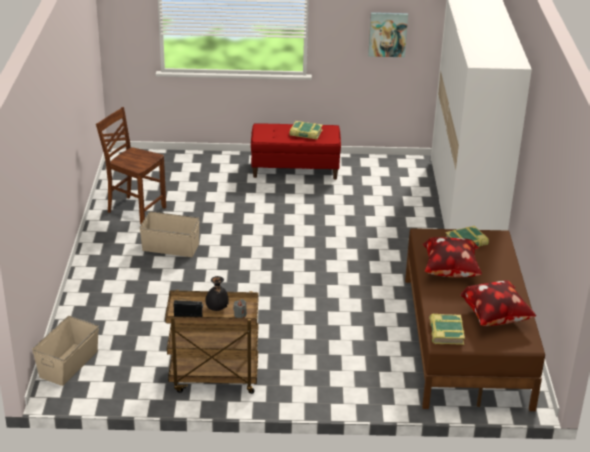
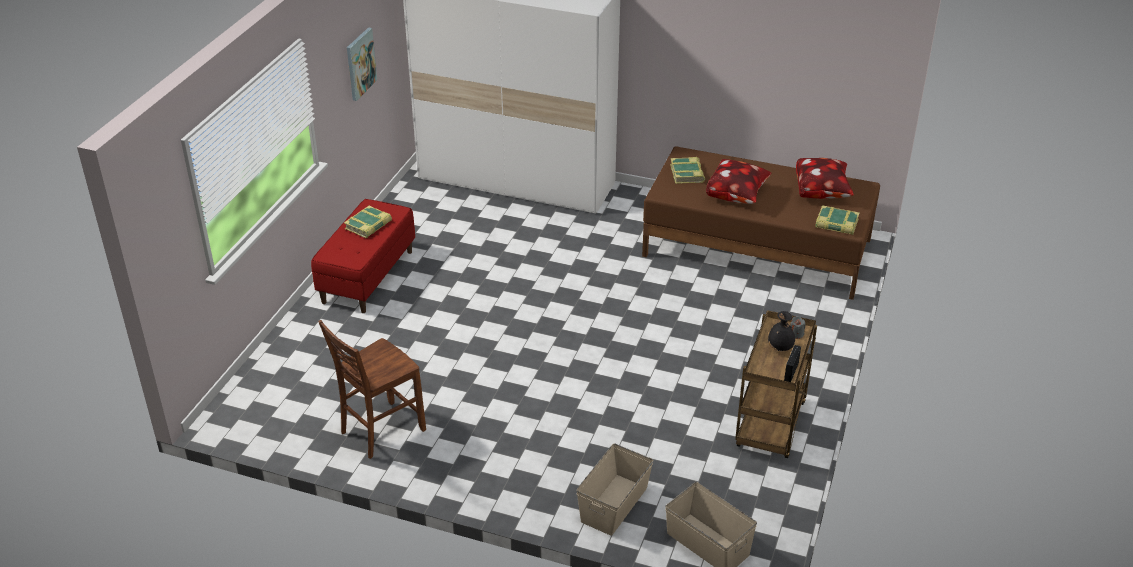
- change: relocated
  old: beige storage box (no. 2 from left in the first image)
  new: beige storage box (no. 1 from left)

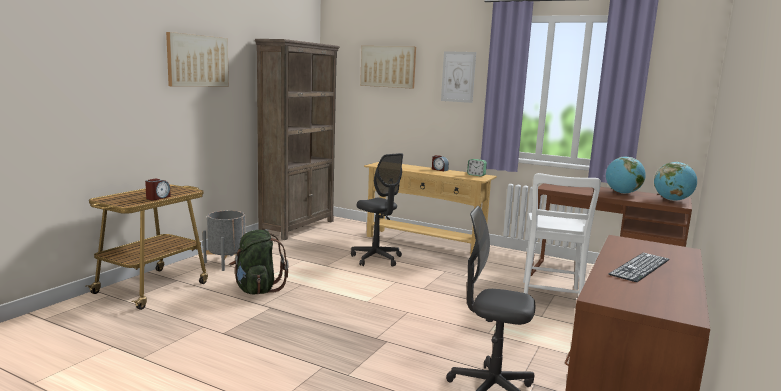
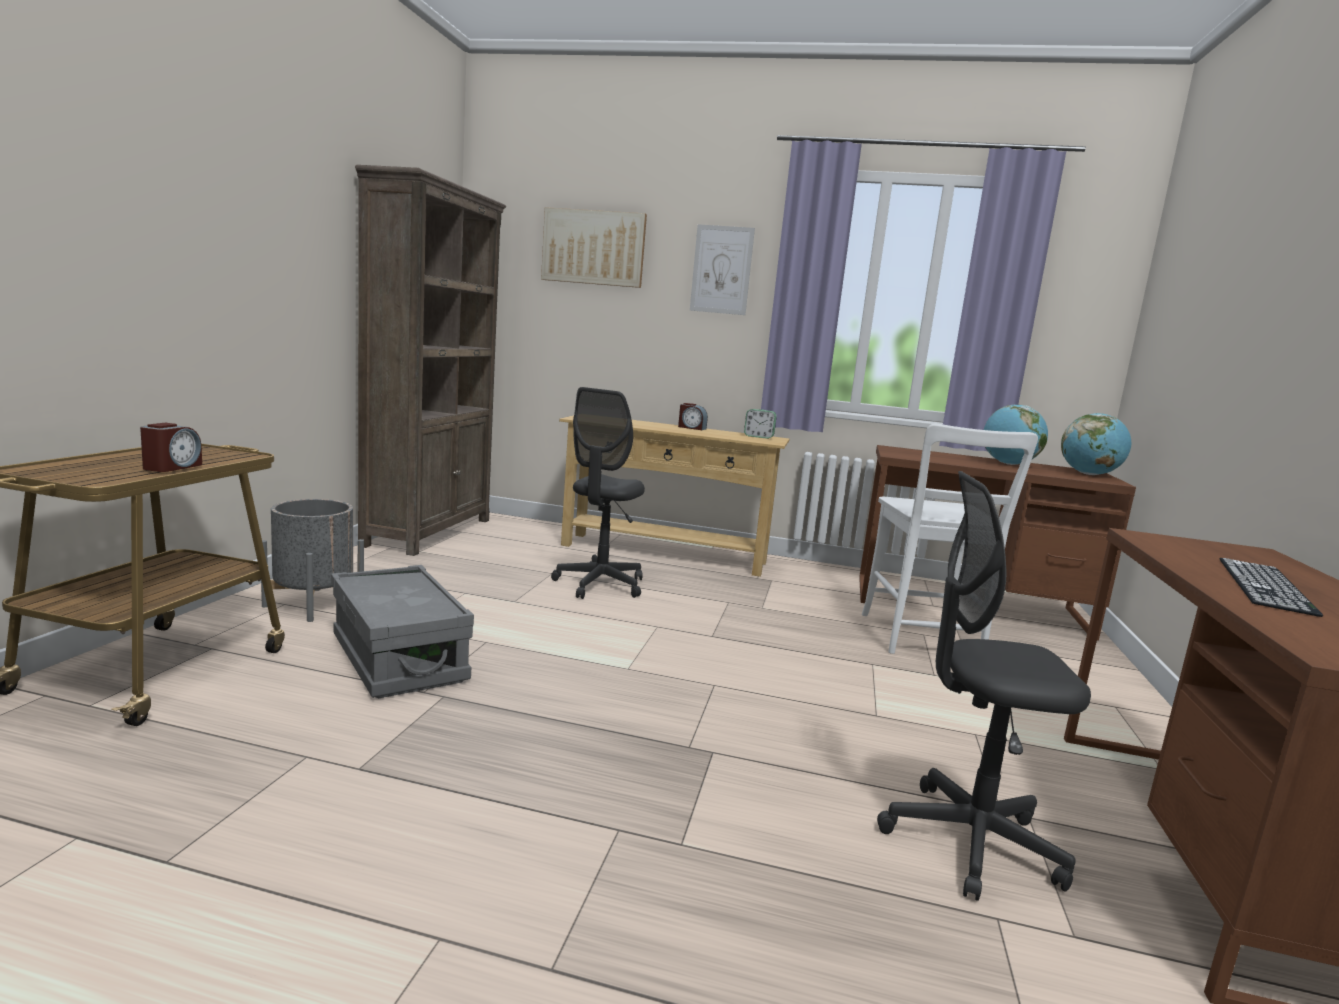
- change: exchanged
  old: green backpack
  new: grey storage box
- change: spun
  old: grey office chair (no. 1 from left)
  degrees: 75
- change: missing
  old: picture (no. 1 from left)

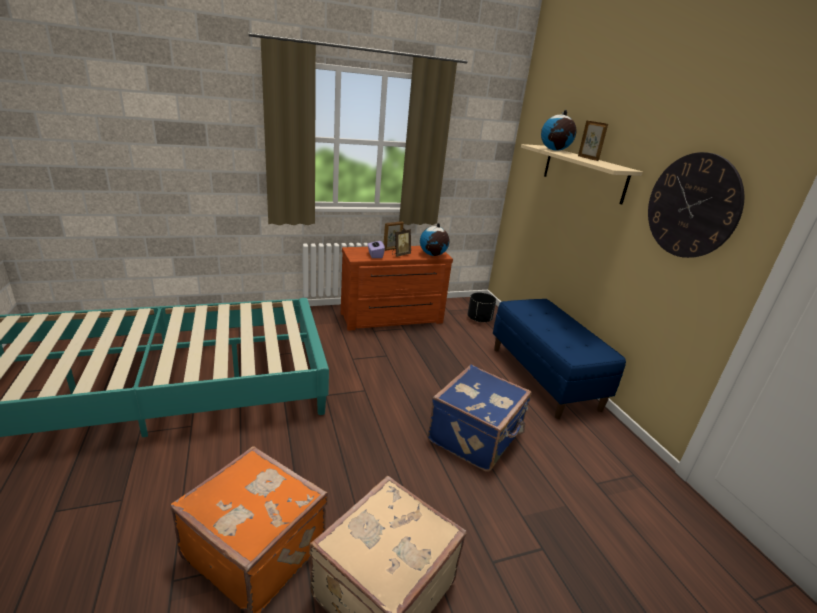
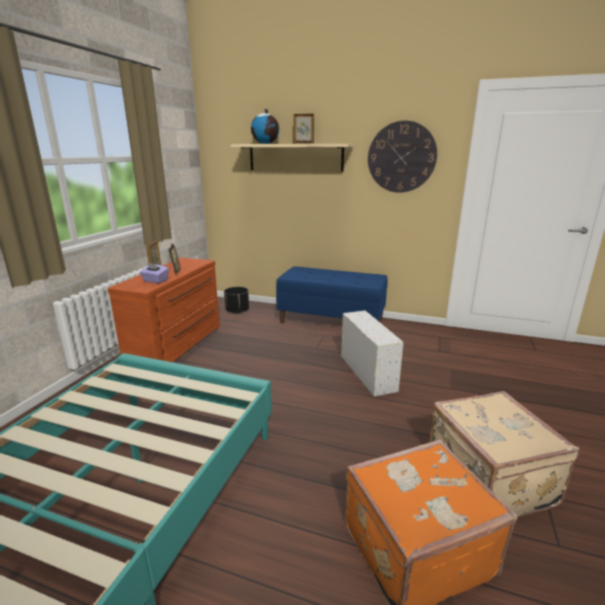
- change: exchanged
  old: blue suitcase
  new: white storage box
- change: missing
  old: globe (no. 1 from left)

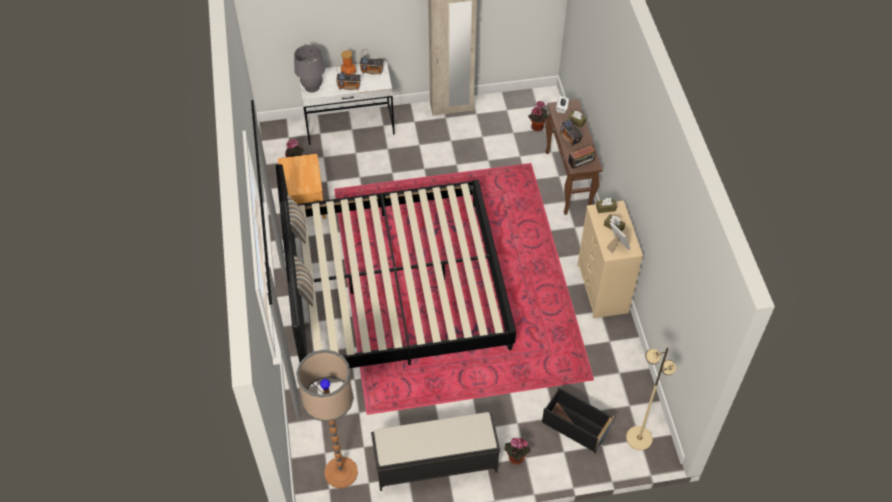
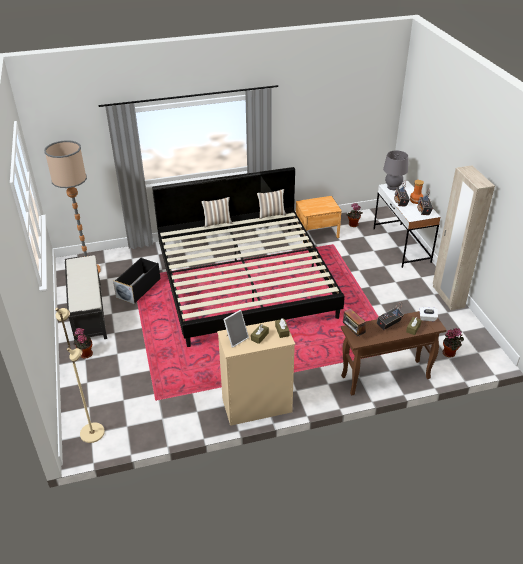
- change: relocated
  old: black storage box

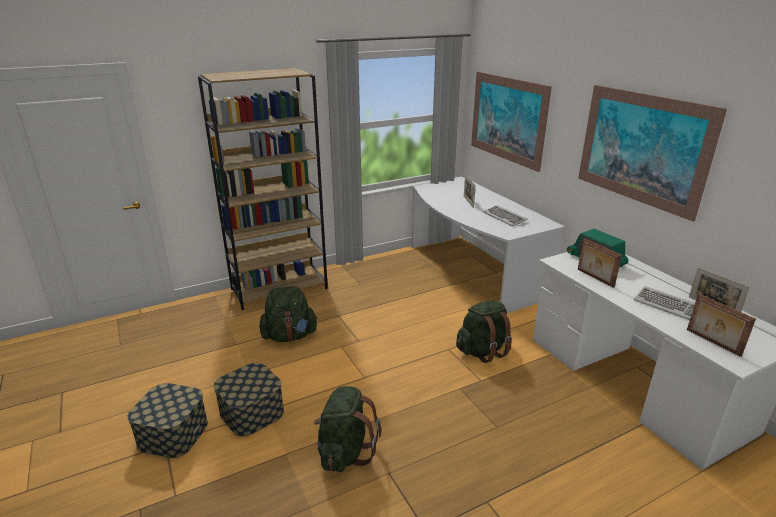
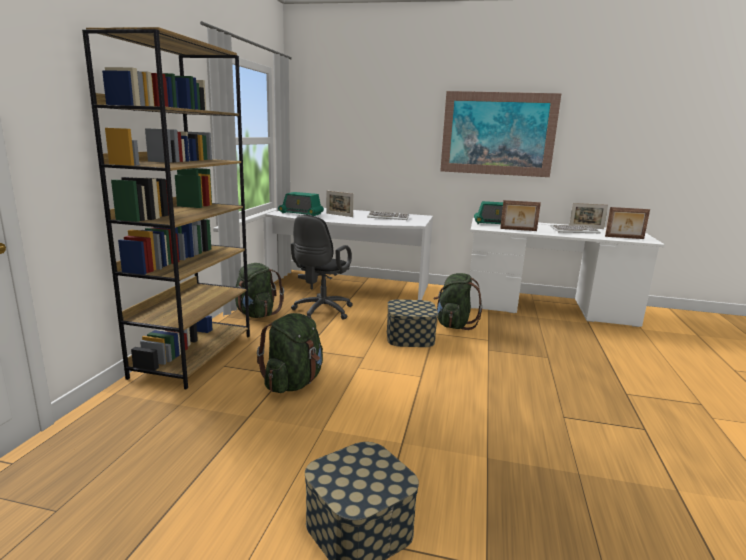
- change: relocated
  old: green backpack (no. 2 from left in the first image)
  new: green backpack (no. 1 from left)
- change: appeared
  new: radio (no. 1 from left)
- change: appeared
  new: black office chair
- change: relocated
  old: storage box (no. 2 from left)
- change: missing
  old: picture (no. 1 from left)

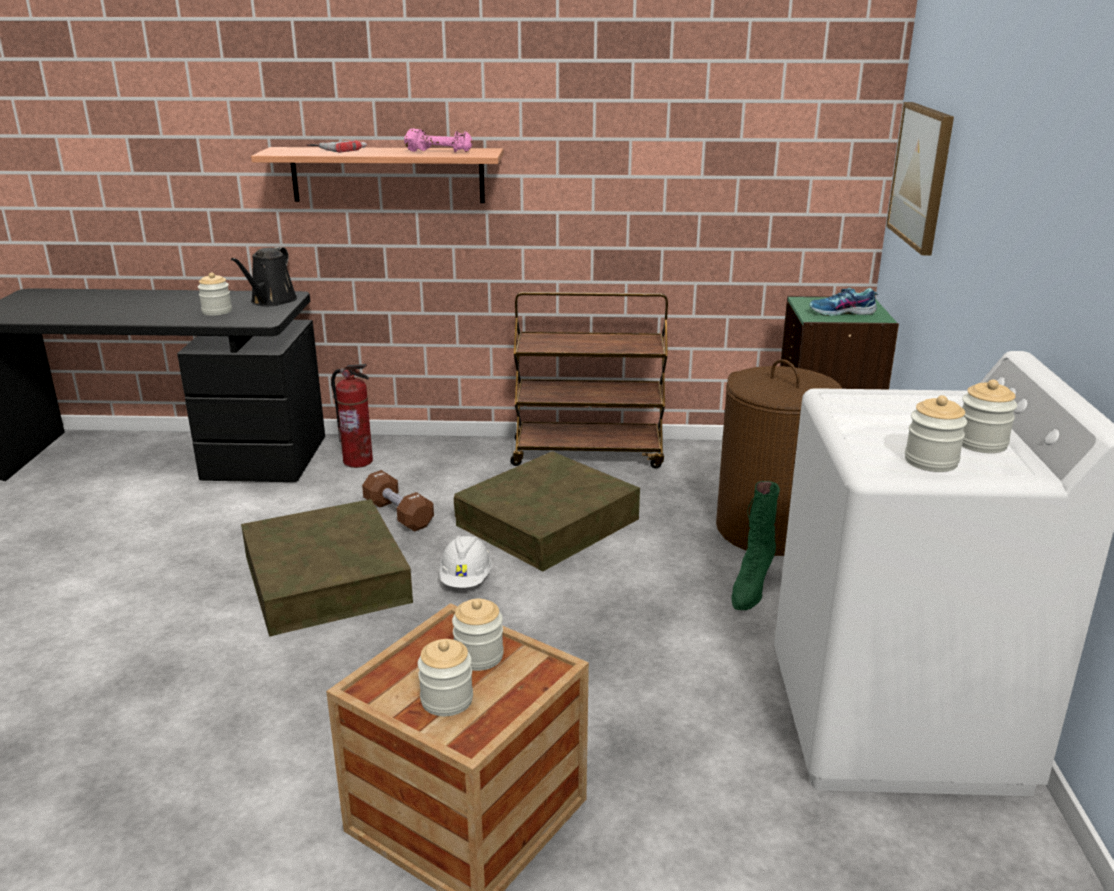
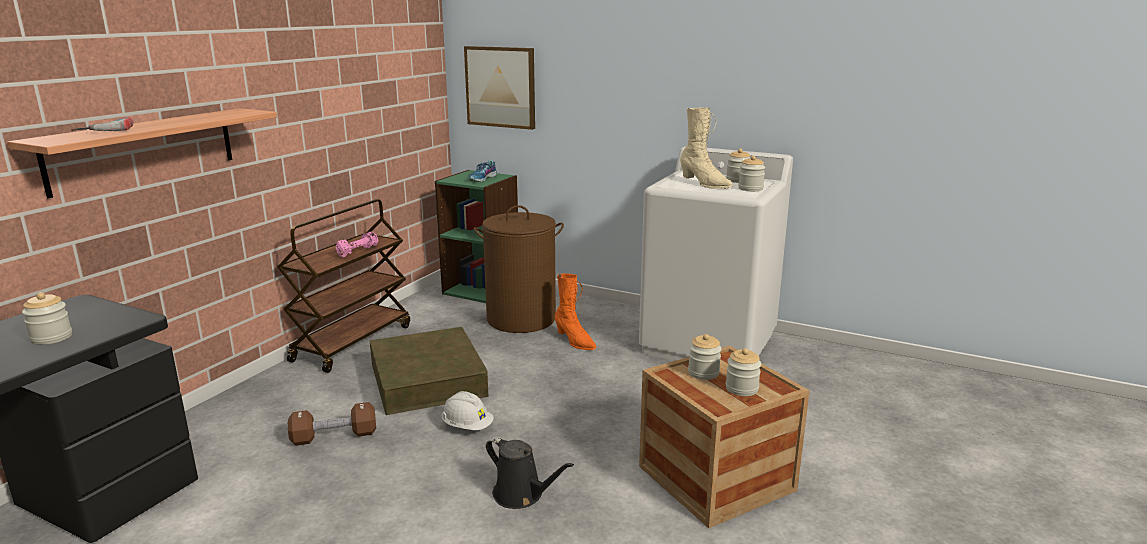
- change: relocated
  old: pink dumbbell
- change: relocated
  old: black watering can
- change: colour
  old: green boot
  new: orange boot
- change: appeared
  new: beige boot
- change: missing
  old: brown storage box (no. 1 from left)
- change: missing
  old: fire extinguisher

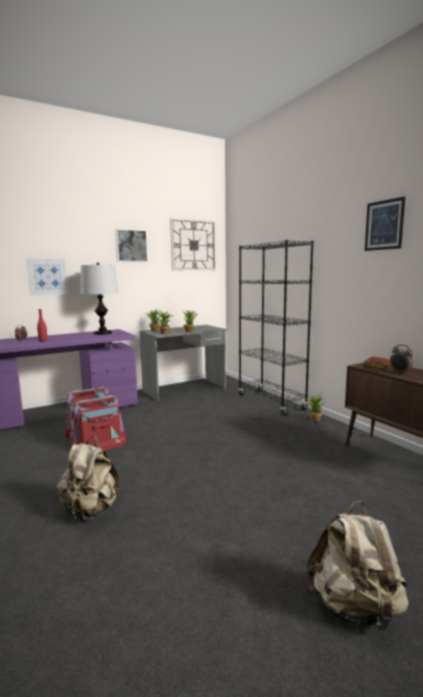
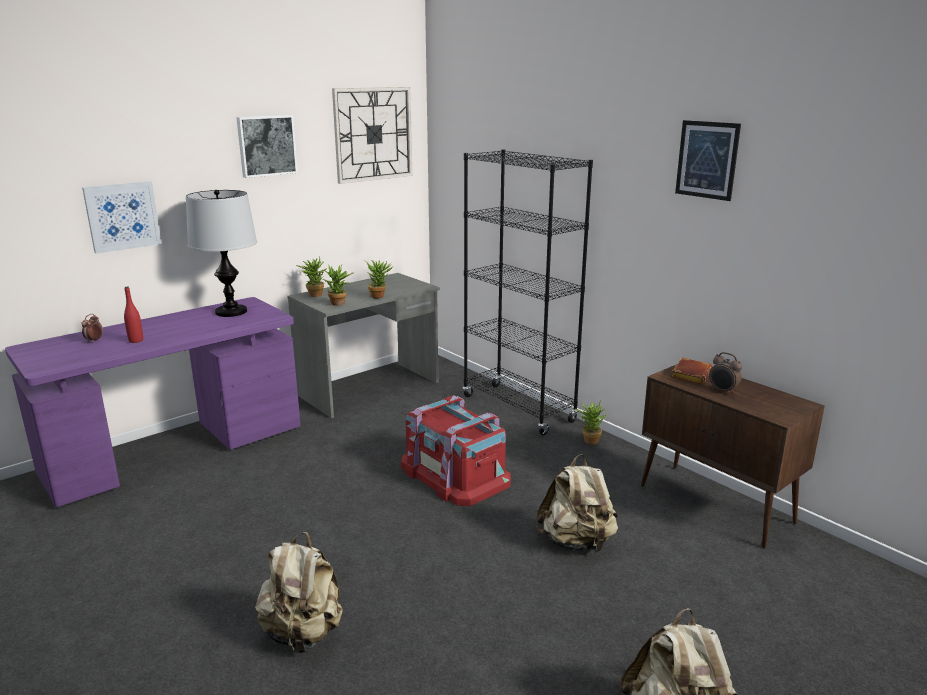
- change: relocated
  old: red storage box
- change: appeared
  new: beige backpack (no. 2 from left)

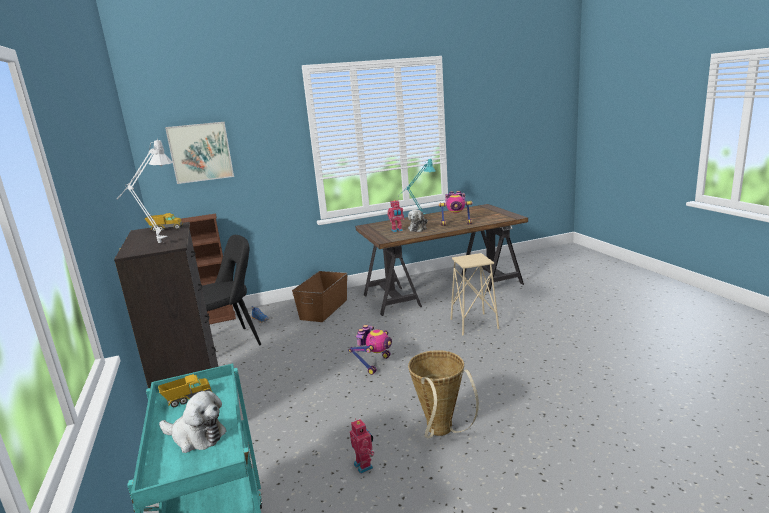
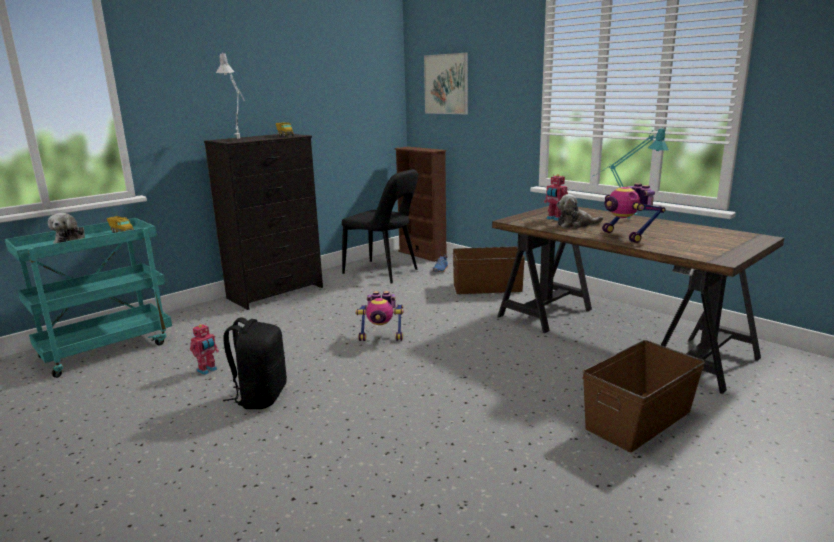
- change: exchanged
  old: basket
  new: black backpack
- change: appeared
  new: brown storage box (no. 2 from left)
- change: missing
  old: beige stool

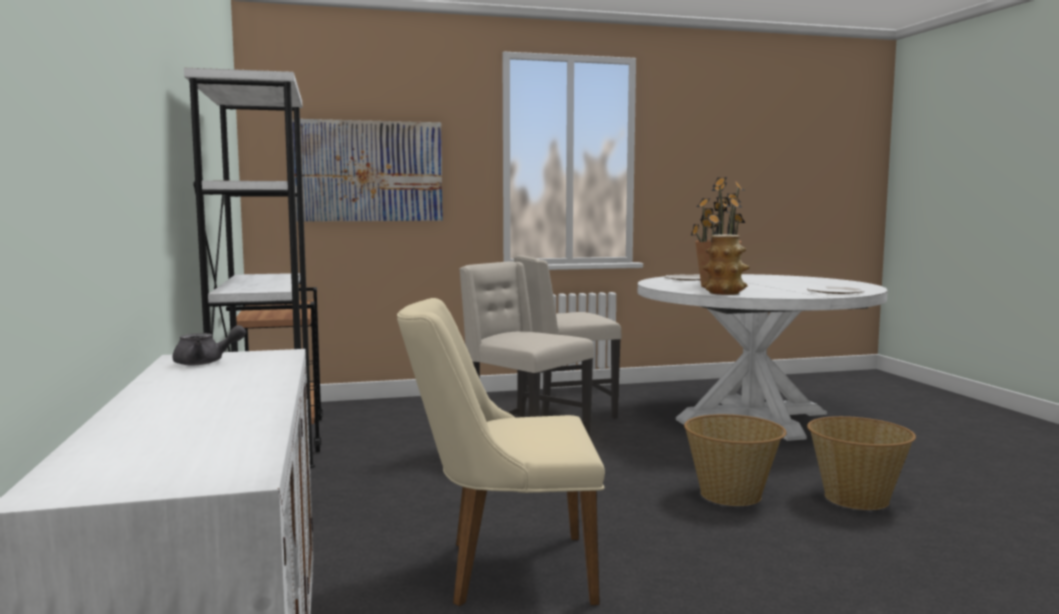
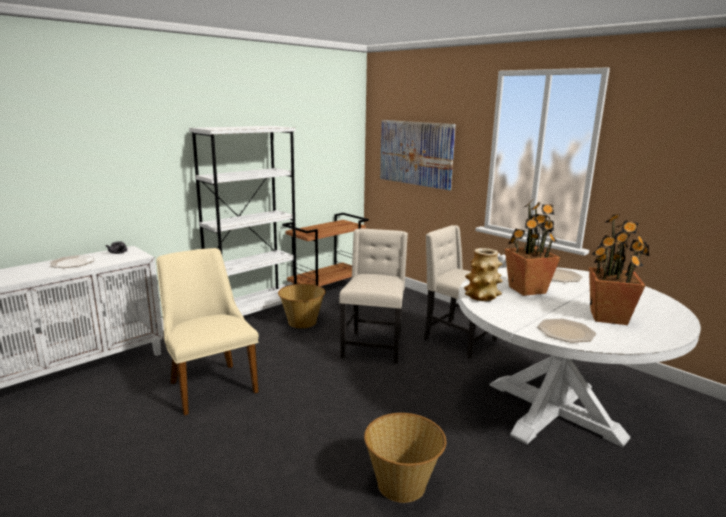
- change: appeared
  new: plate (no. 1 from left)
- change: relocated
  old: basket (no. 1 from left)
- change: appeared
  new: potted plant (no. 2 from left)

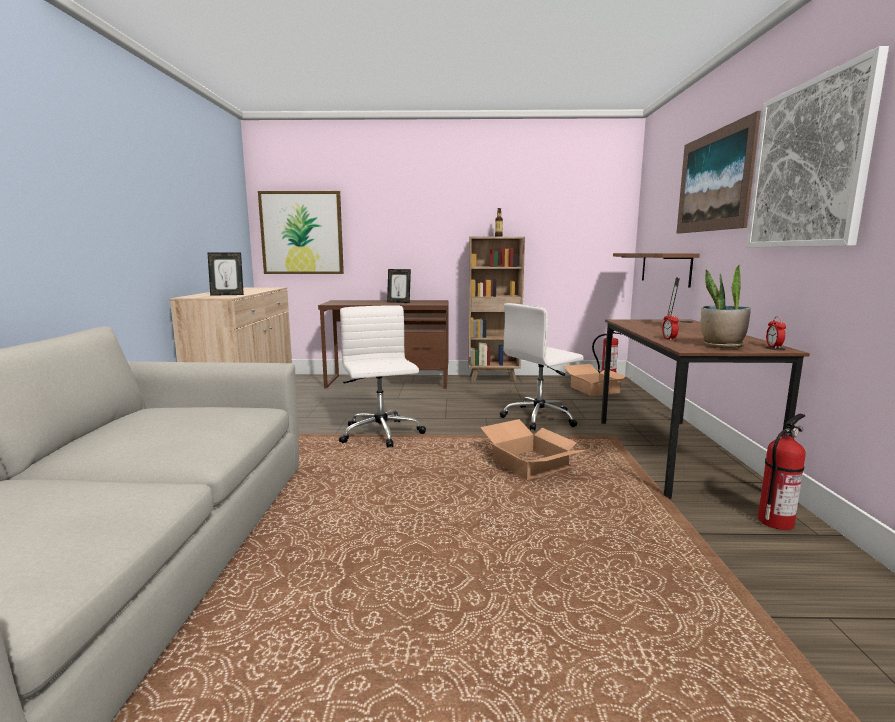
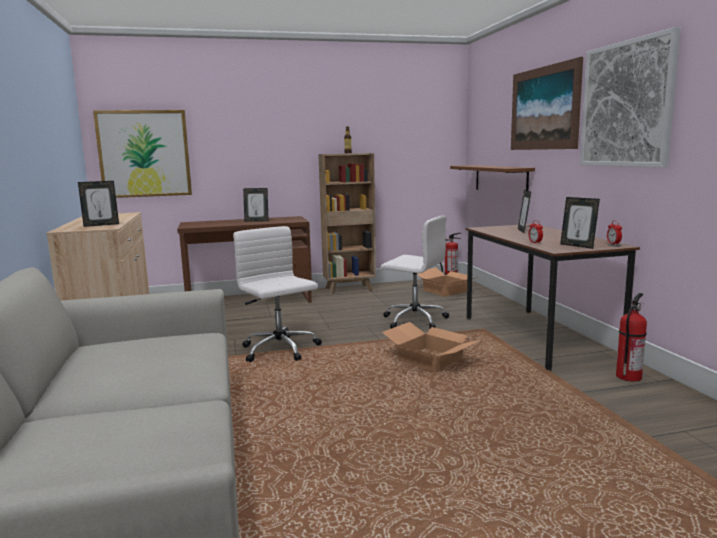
- change: spun
  old: white office chair (no. 2 from left)
  degrees: -105
- change: exchanged
  old: potted plant
  new: picture frame (no. 4 from left)

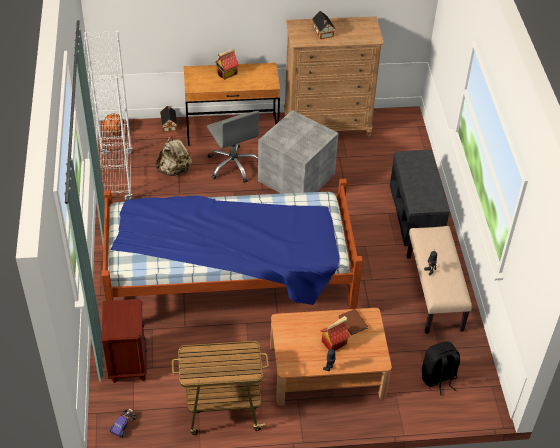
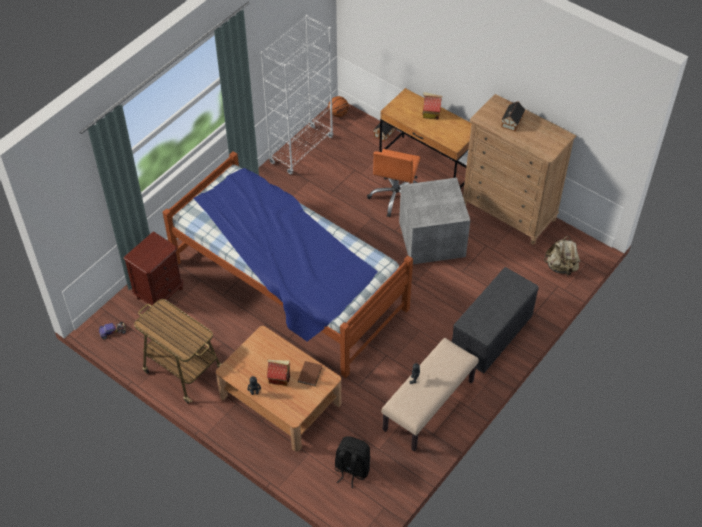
- change: colour
  old: grey office chair
  new: orange office chair
- change: relocated
  old: beige backpack

